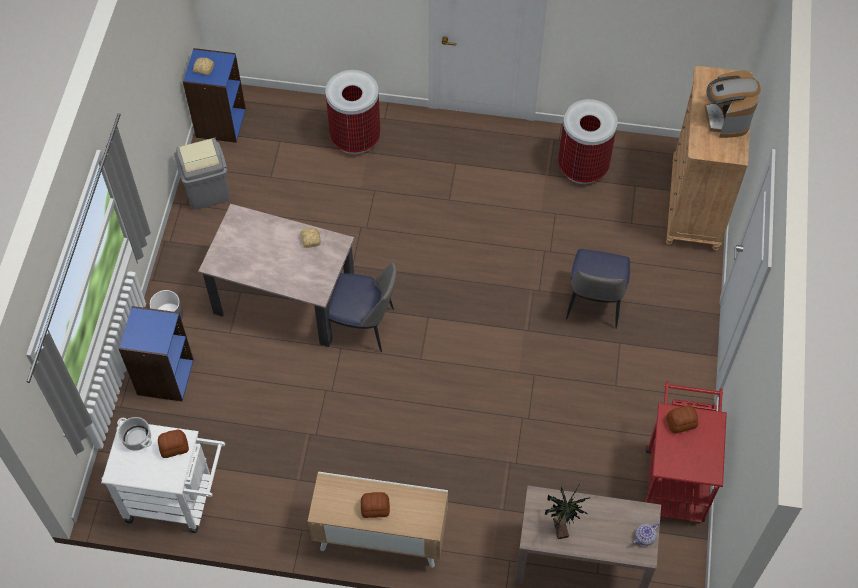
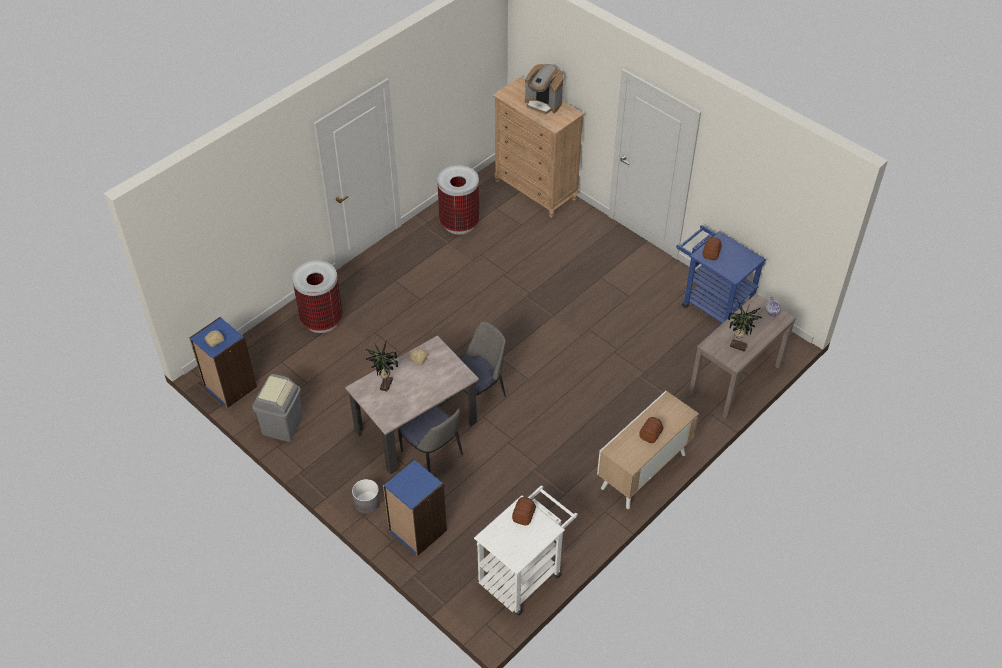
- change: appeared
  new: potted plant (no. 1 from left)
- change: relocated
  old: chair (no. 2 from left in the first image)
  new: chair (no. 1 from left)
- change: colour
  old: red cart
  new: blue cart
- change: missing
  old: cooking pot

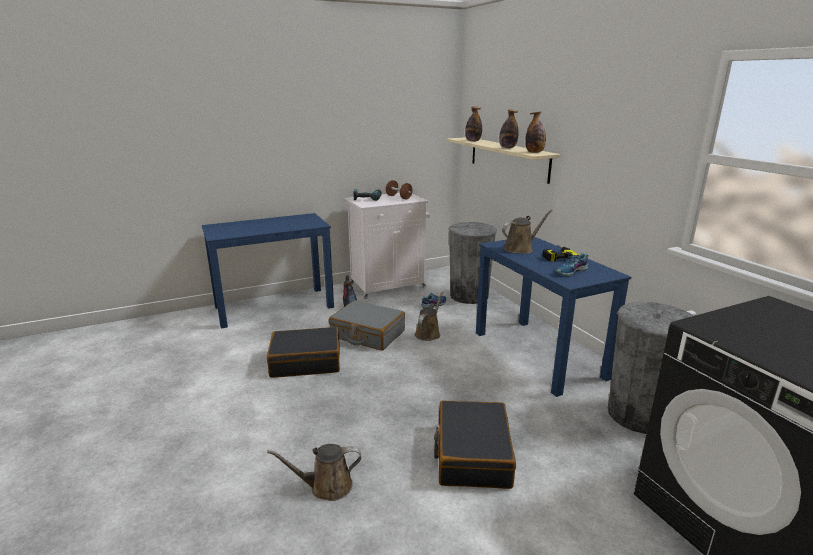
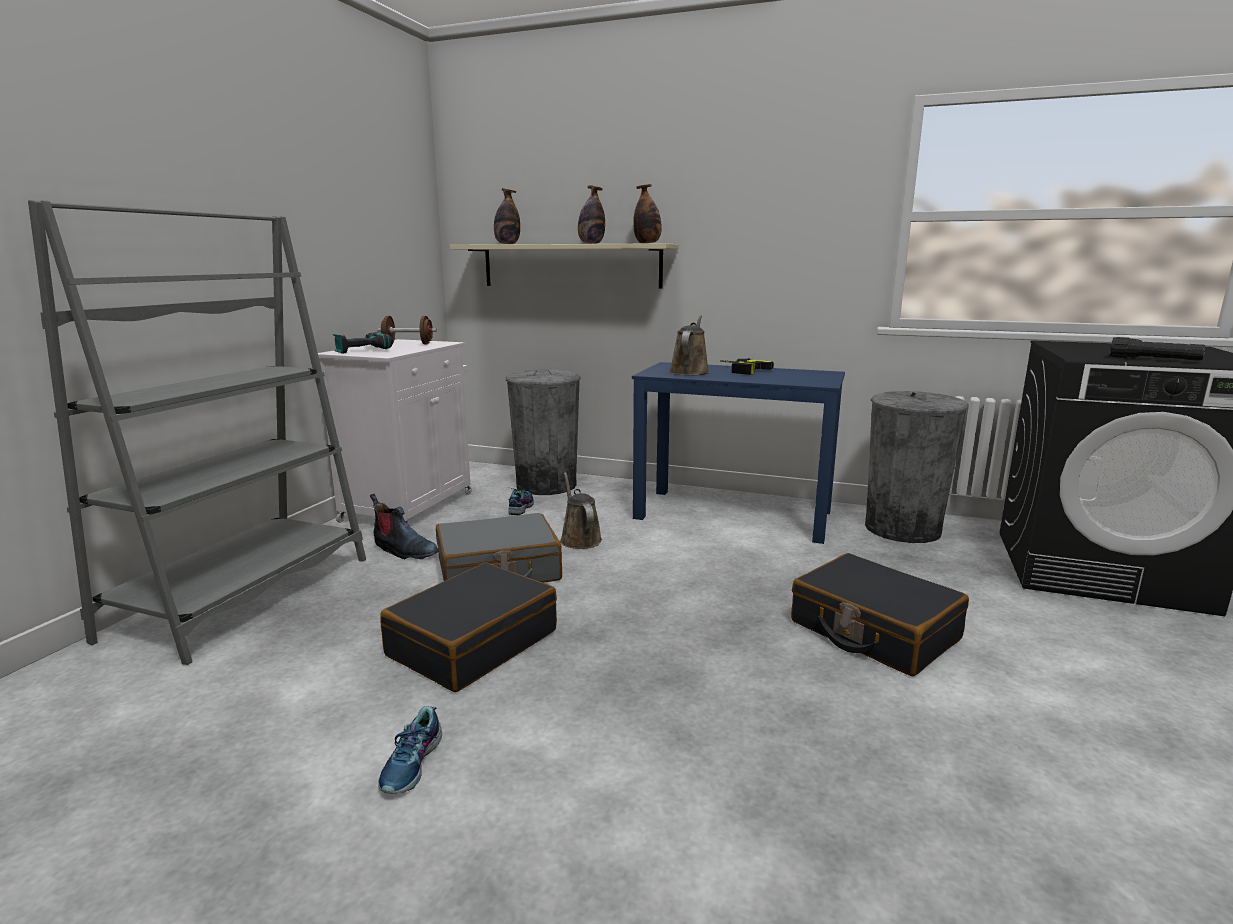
- change: exchanged
  old: blue desk (no. 1 from left)
  new: grey bookcase
- change: relocated
  old: shoe (no. 2 from left in the first image)
  new: shoe (no. 1 from left)
- change: appeared
  new: black flashlight
- change: missing
  old: brown watering can (no. 1 from left)

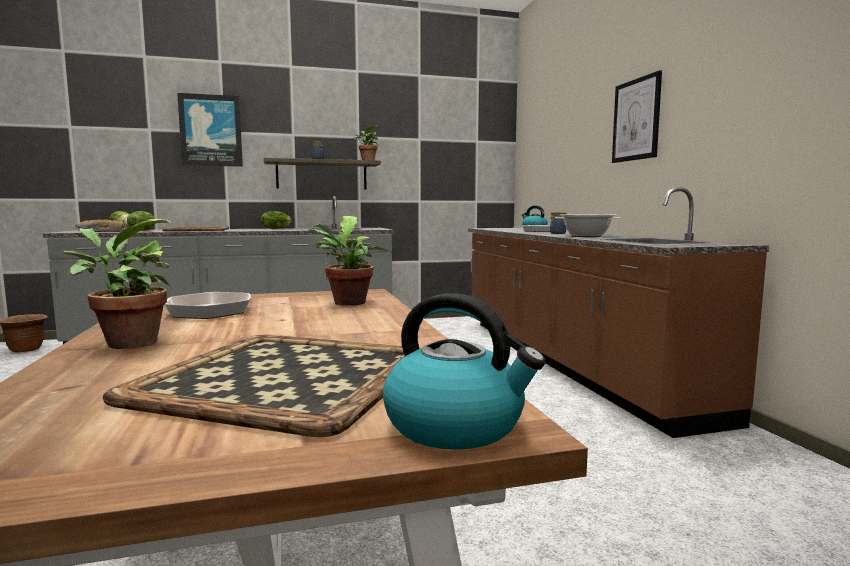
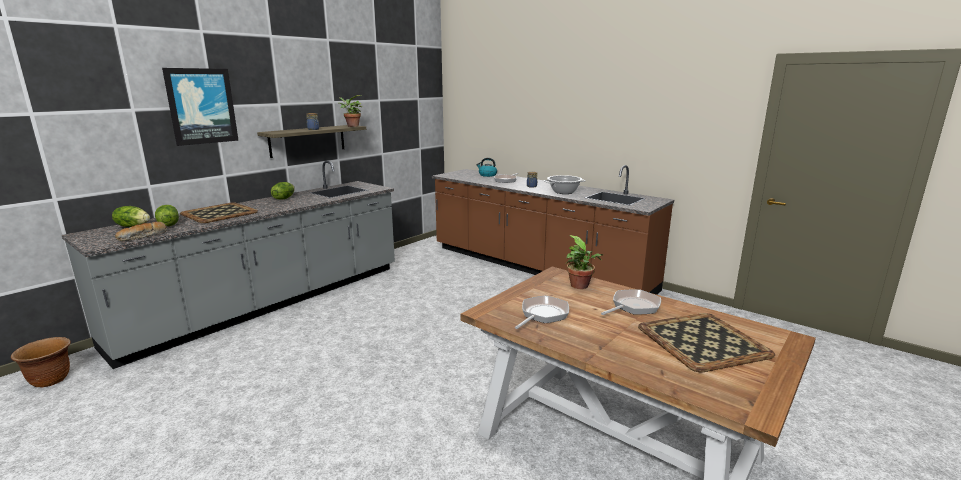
- change: appeared
  new: frying pan (no. 3 from left)
- change: missing
  old: potted plant (no. 1 from left)
- change: missing
  old: kettle (no. 1 from left)
- change: missing
  old: picture (no. 2 from left)

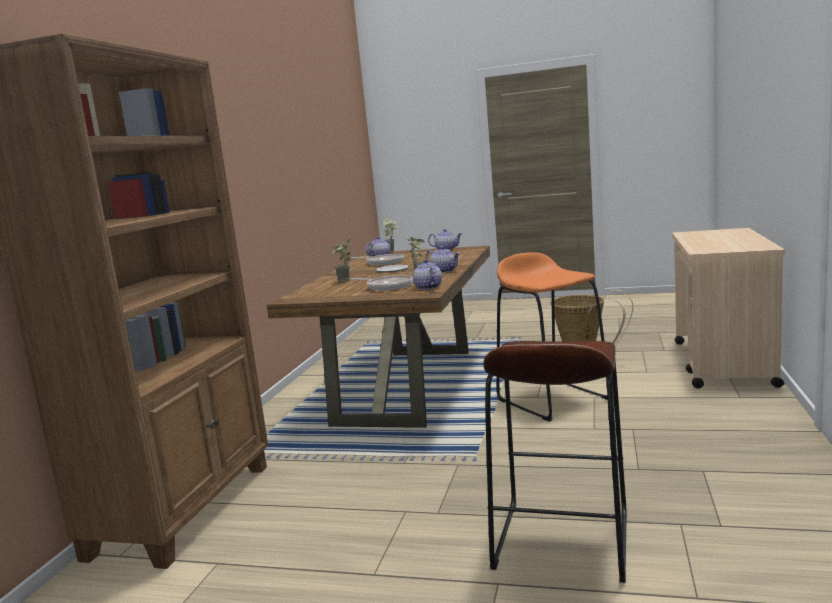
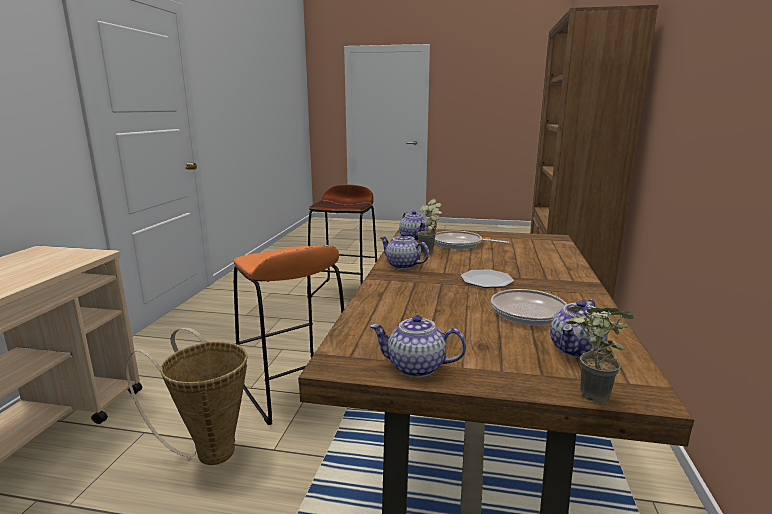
- change: missing
  old: potted plant (no. 1 from left)

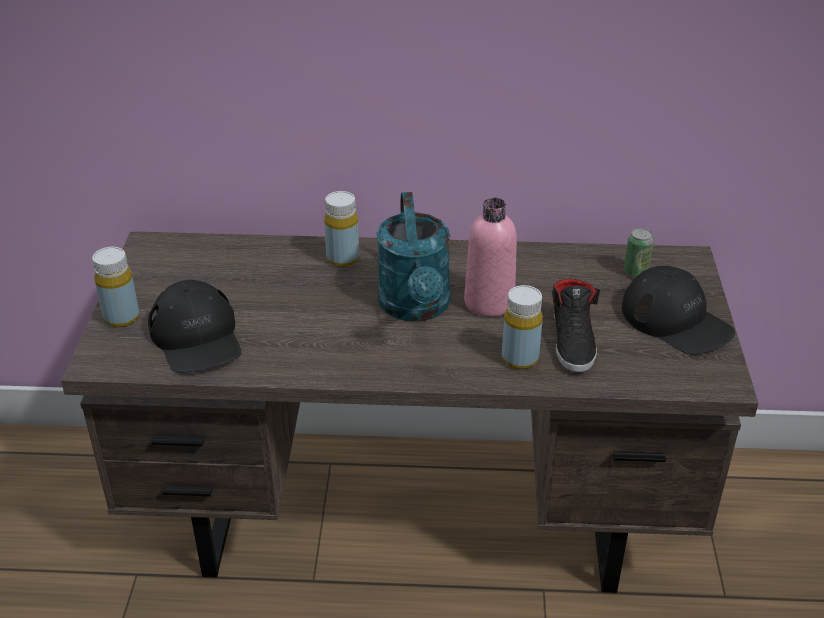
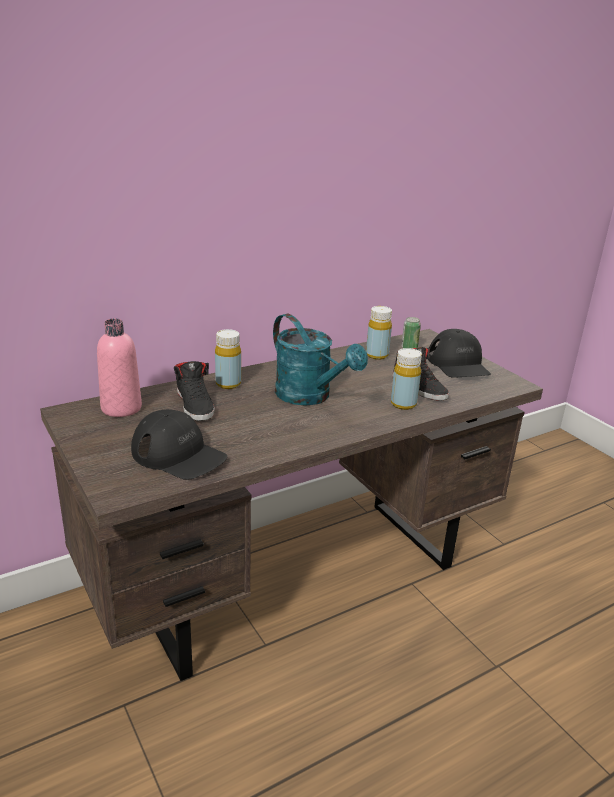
- change: relocated
  old: pink bottle
- change: appeared
  new: black shoe (no. 1 from left)
- change: relocated
  old: yellow bottle (no. 1 from left in the first image)
  new: yellow bottle (no. 2 from left)
- change: spun
  old: black cap (no. 2 from left)
  degrees: 60

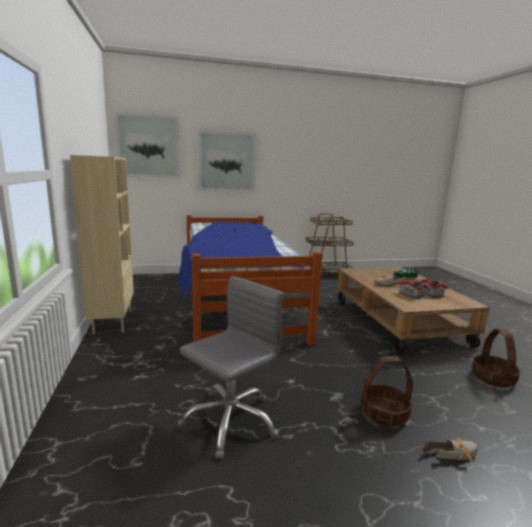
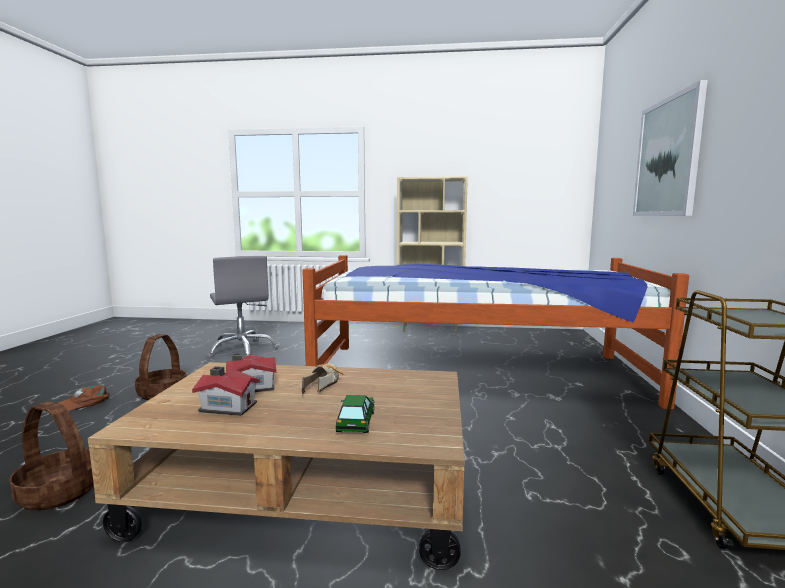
- change: exchanged
  old: shoe (no. 2 from left)
  new: brown cap
- change: missing
  old: picture (no. 1 from left)

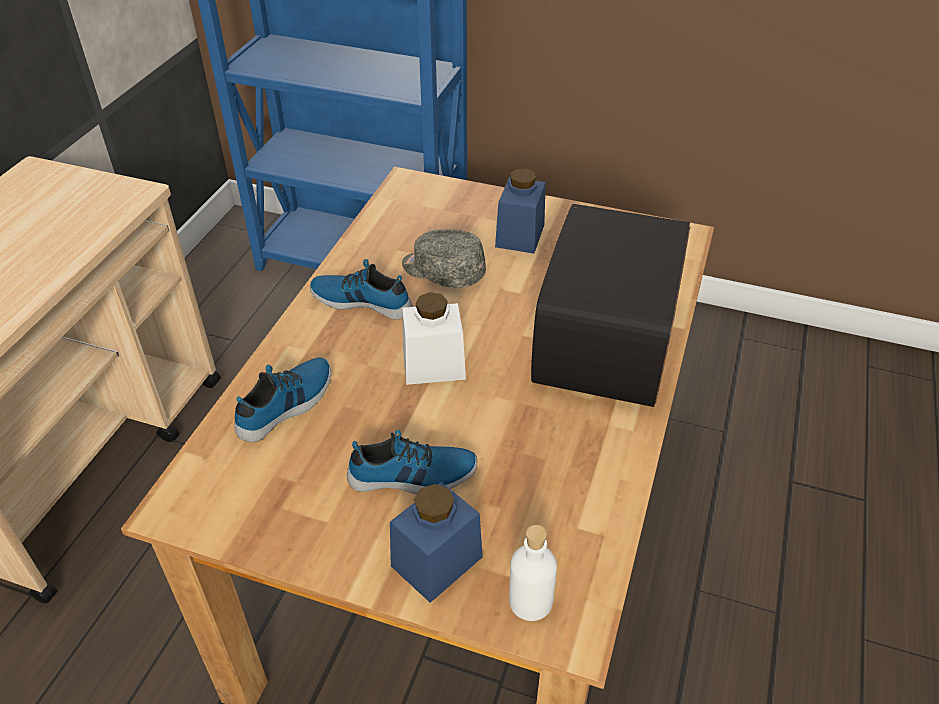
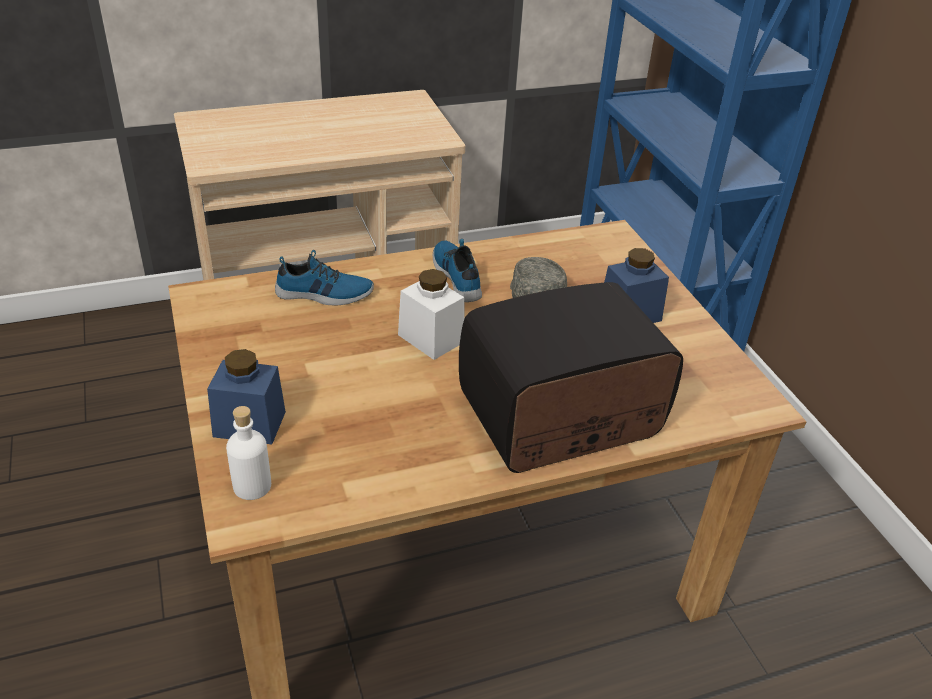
- change: missing
  old: shoe (no. 3 from left)

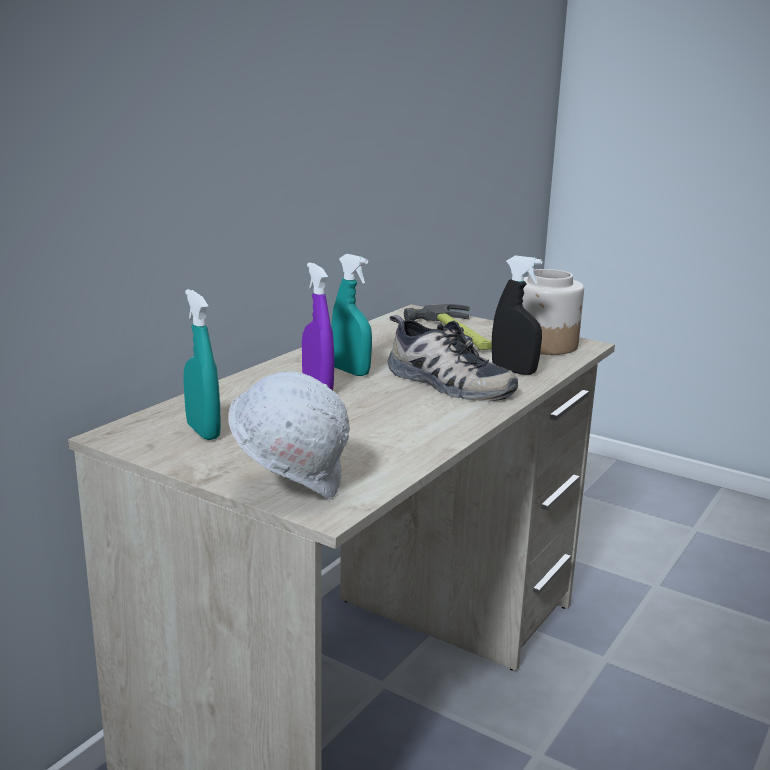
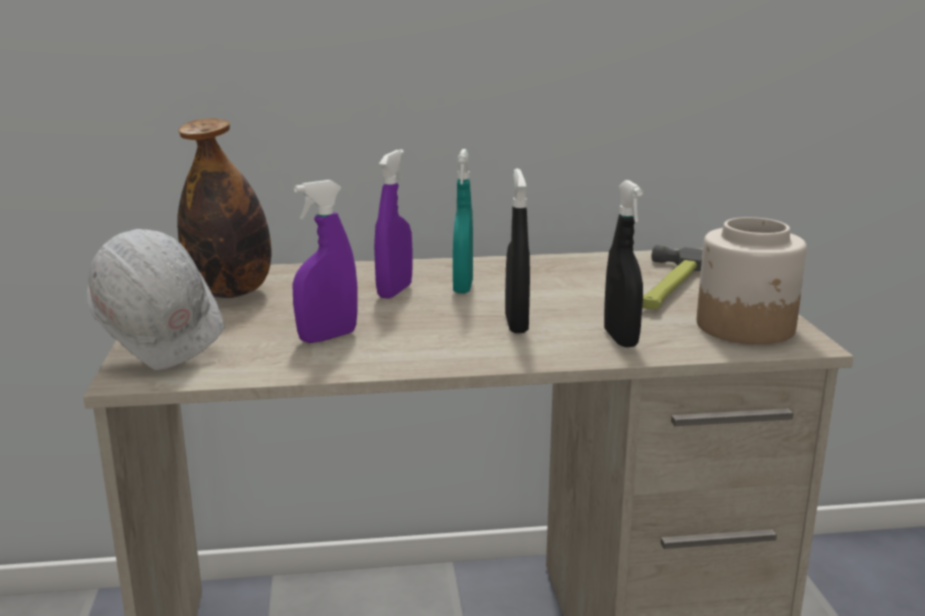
- change: exchanged
  old: turquoise spray bottle (no. 1 from left)
  new: bottle
- change: appeared
  new: purple spray bottle (no. 1 from left)
- change: exchanged
  old: shoe
  new: black spray bottle (no. 1 from left)

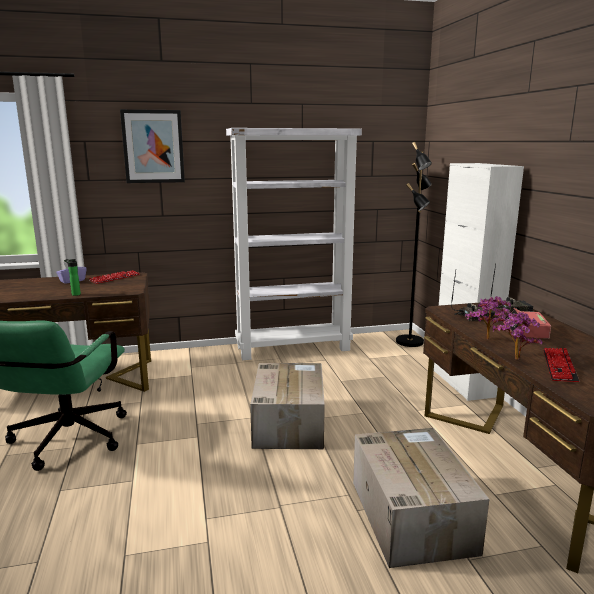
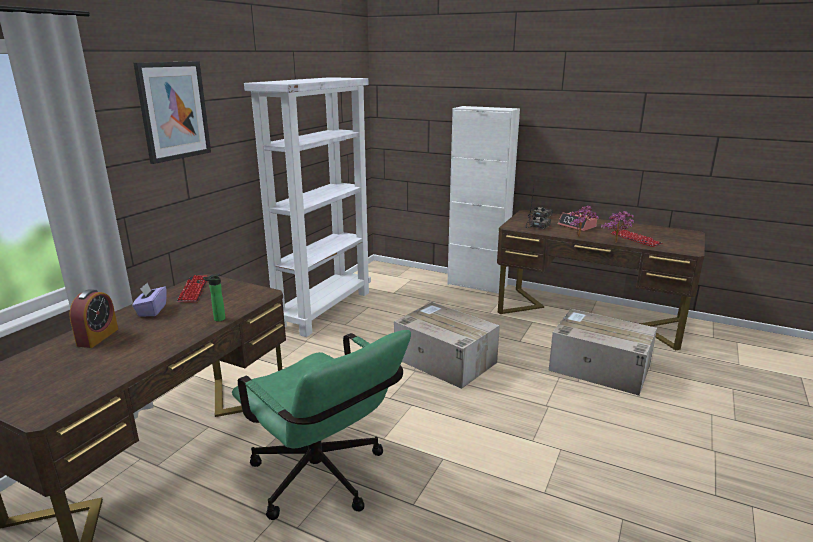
- change: appeared
  new: alarm clock (no. 1 from left)
- change: missing
  old: black floor lamp

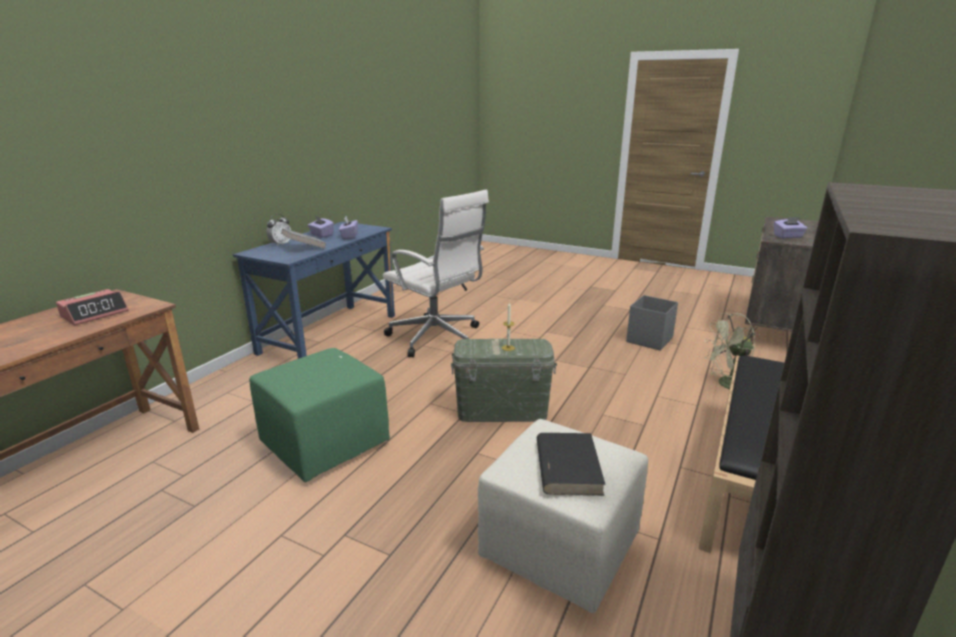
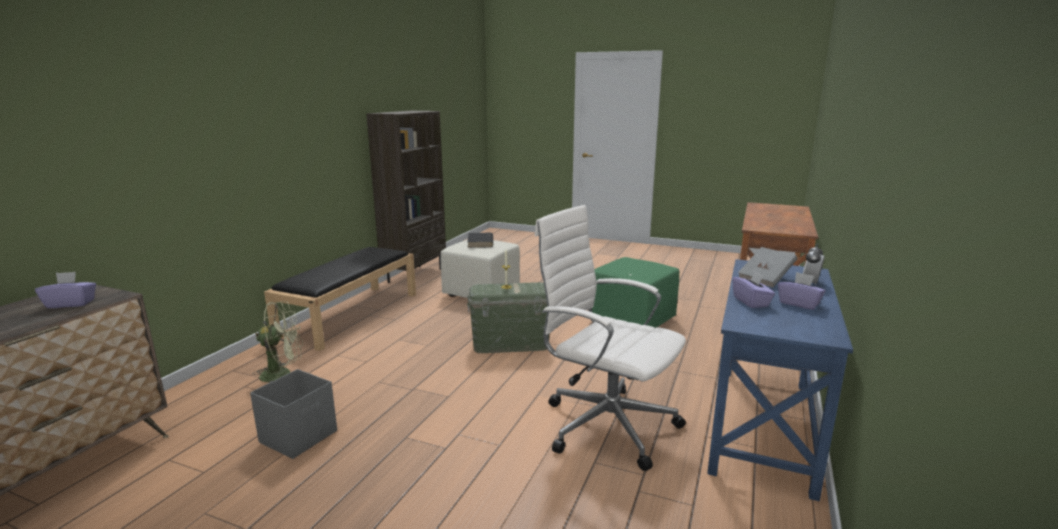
- change: missing
  old: alarm clock (no. 1 from left)

